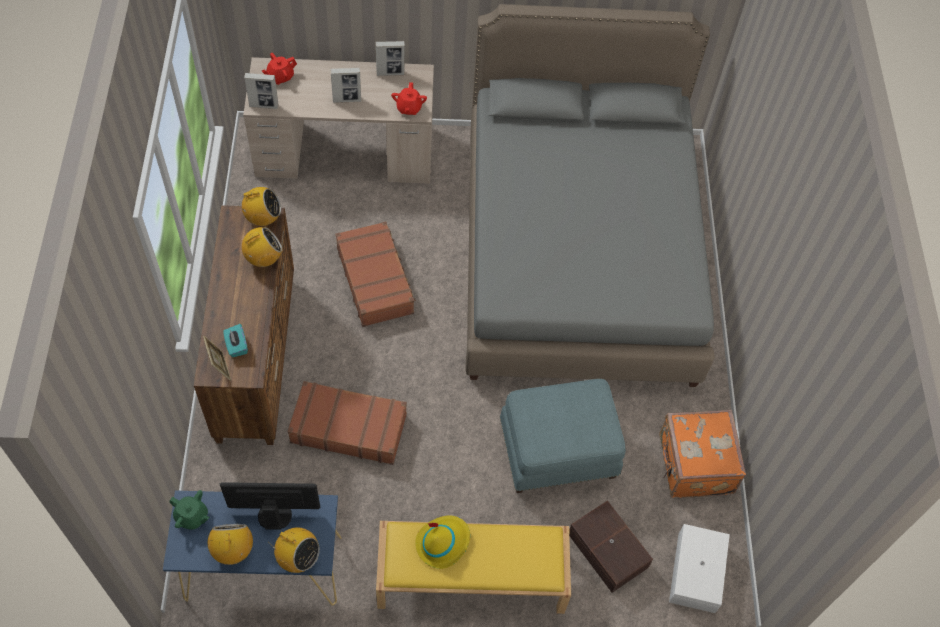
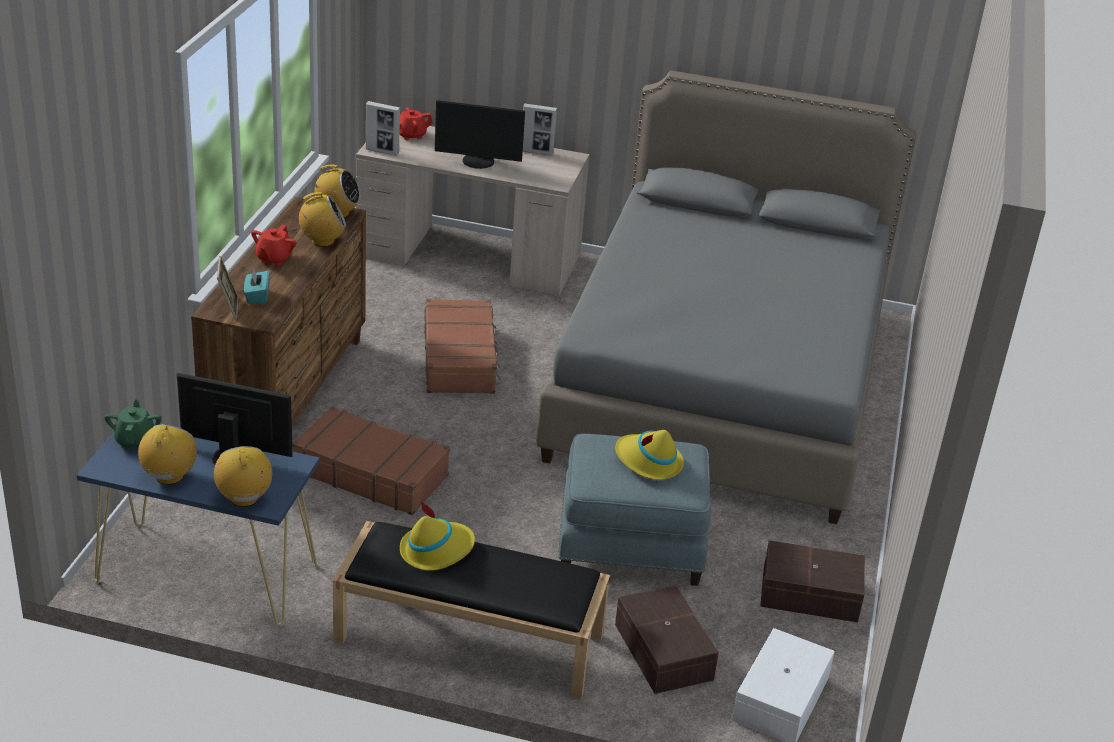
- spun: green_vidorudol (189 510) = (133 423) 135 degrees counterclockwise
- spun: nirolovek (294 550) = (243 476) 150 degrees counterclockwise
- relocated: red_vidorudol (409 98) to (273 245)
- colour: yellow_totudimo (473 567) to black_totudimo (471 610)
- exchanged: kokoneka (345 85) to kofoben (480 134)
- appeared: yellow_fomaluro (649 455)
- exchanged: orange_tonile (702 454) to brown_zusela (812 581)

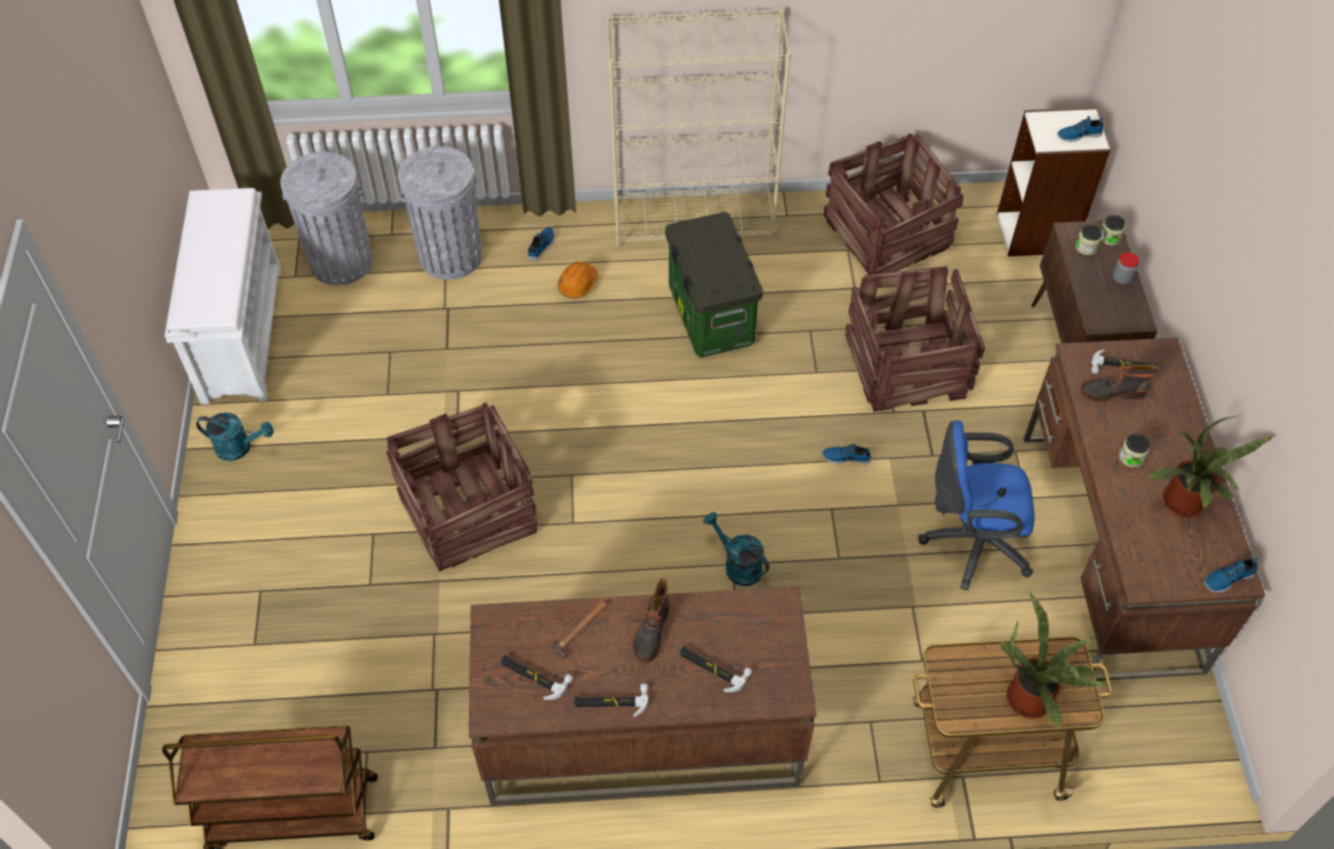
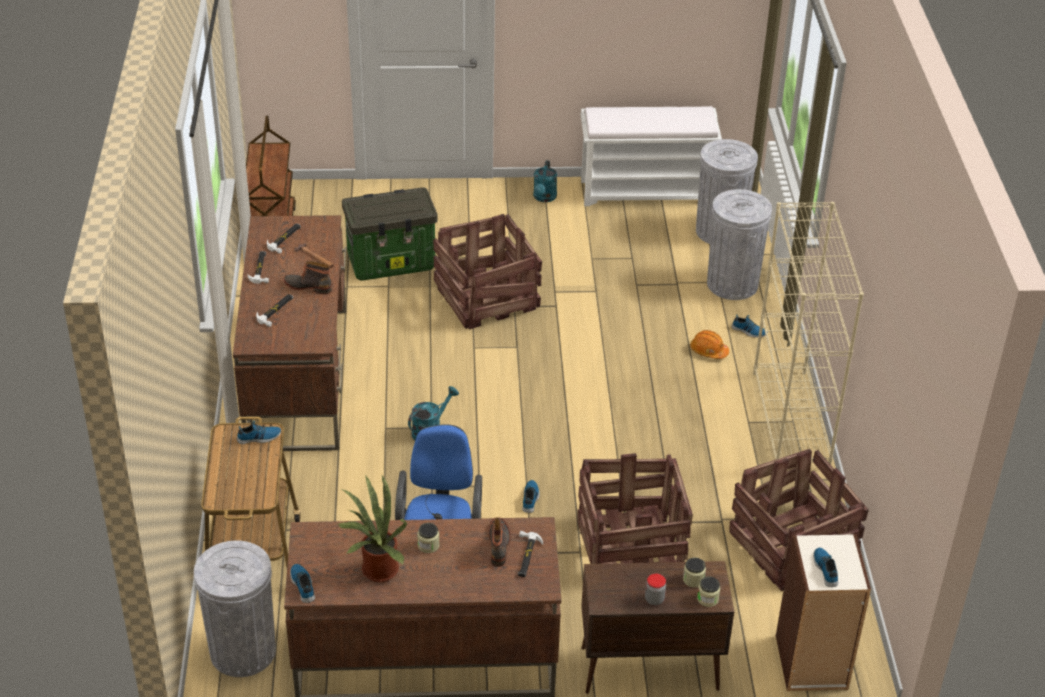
- appeared: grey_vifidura (235 609)
- appeared: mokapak (259 432)
- relocated: zusela (714 285) to (390 233)
- missing: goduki (1053 661)

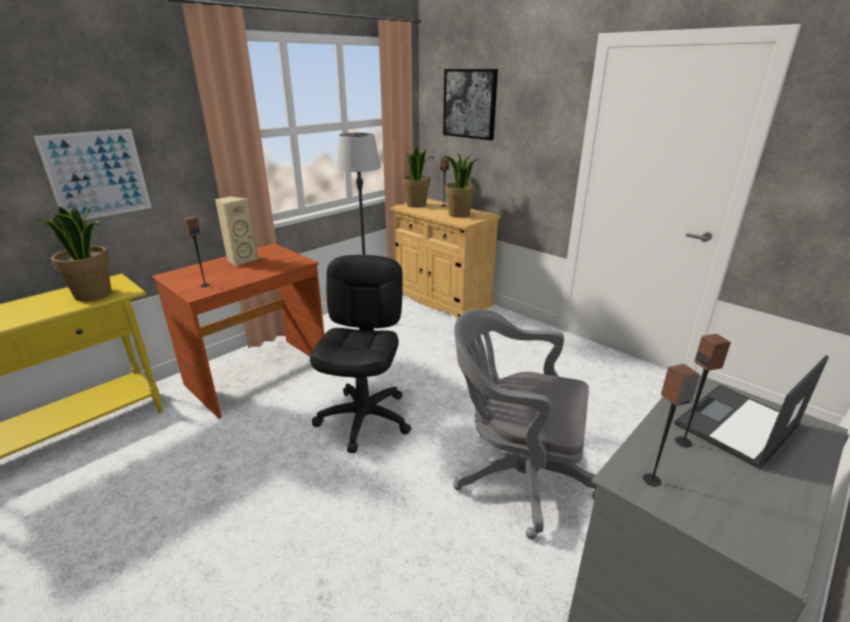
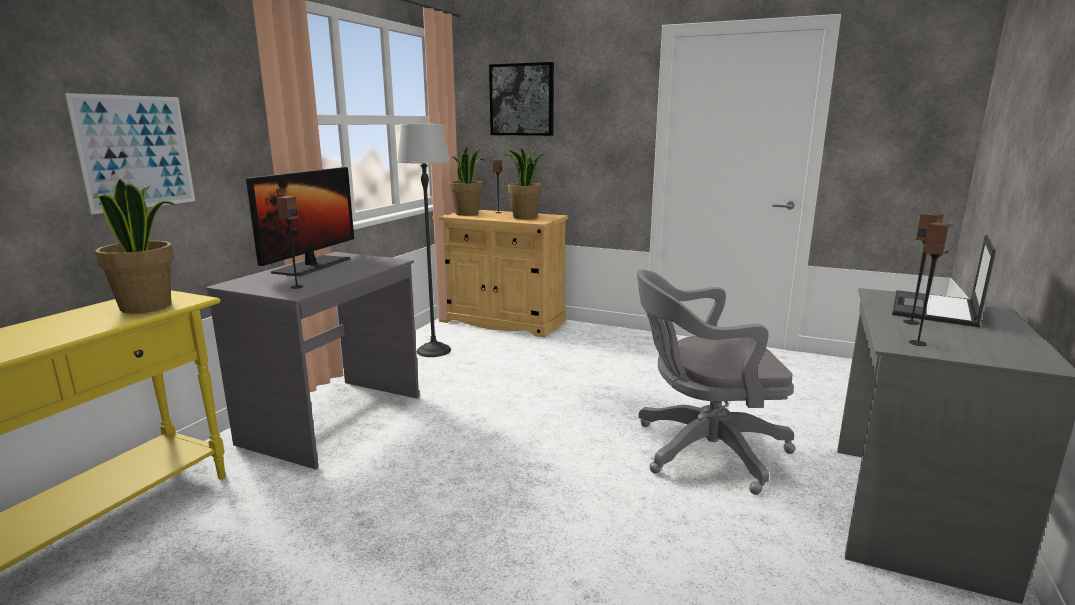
- colour: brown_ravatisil (238 331) to grey_ravatisil (312 360)
- exchanged: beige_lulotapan (237 231) to kofoben (300 221)
- missing: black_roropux (360 354)

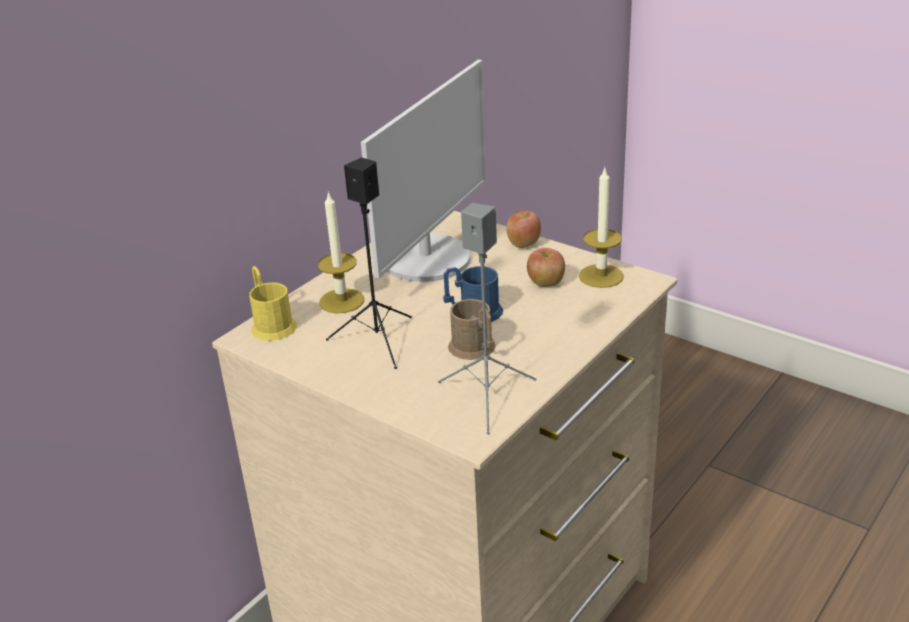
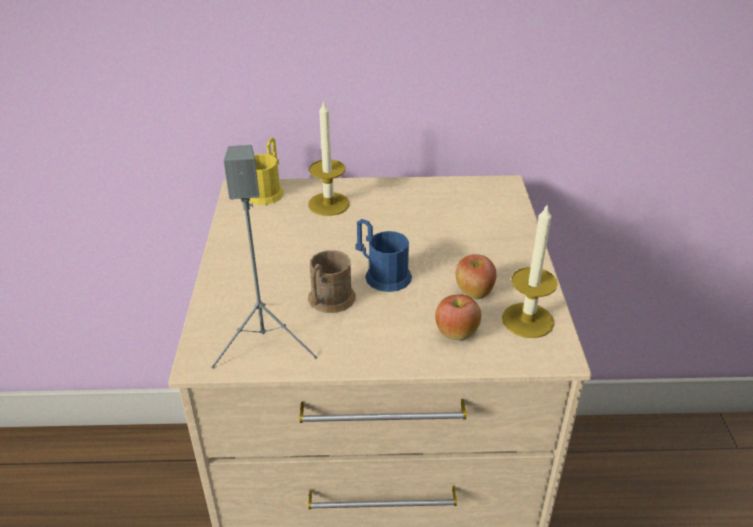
- relocated: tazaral (523 229) to (458 317)
- missing: black_lulotapan (369 263)
- missing: kofoben (424 170)

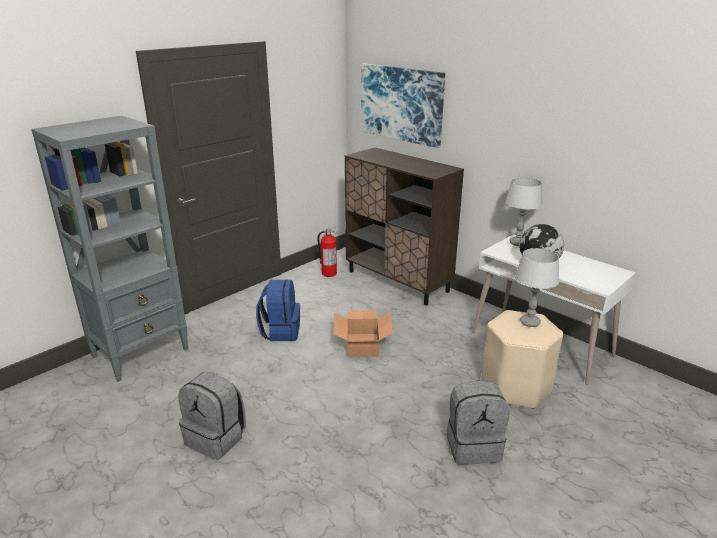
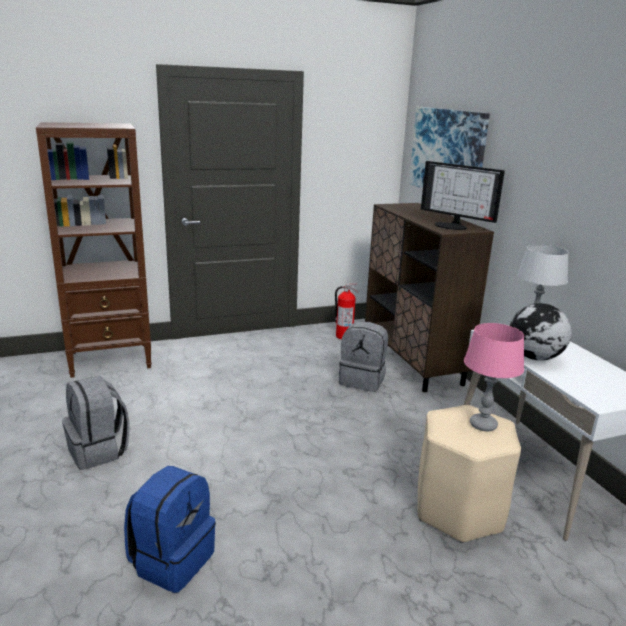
- colour: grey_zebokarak (110 248) to brown_zebokarak (94 250)
- relocated: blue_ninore (278 310) to (170 529)
- relocated: grey_ninore (478 423) to (363 357)
- appeared: kofoben (463 195)
- colour: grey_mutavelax (537 287) to pink_mutavelax (494 377)
- missing: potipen (363 333)

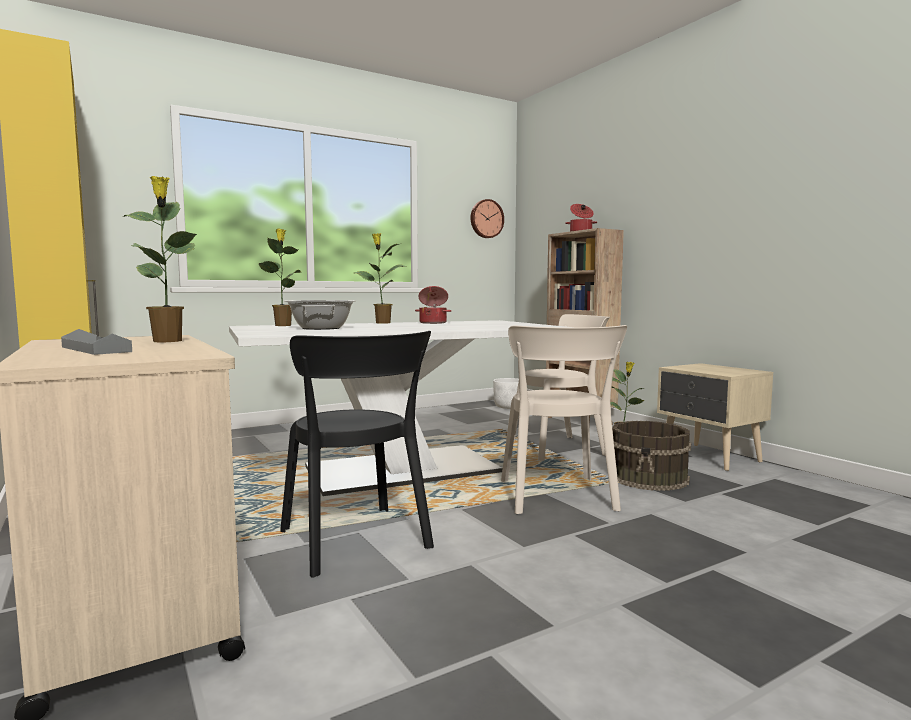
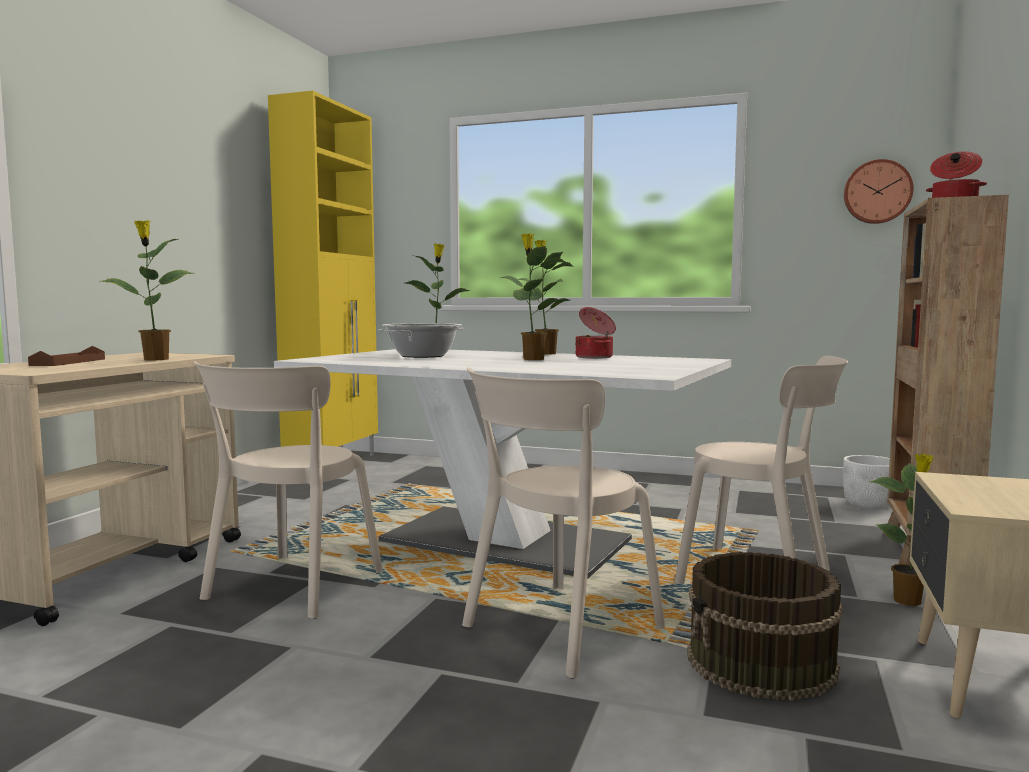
- colour: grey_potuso (96 342) to brown_potuso (66 356)
- colour: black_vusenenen (357 454) to beige_vusenenen (288 490)
- appeared: goduki (533 296)

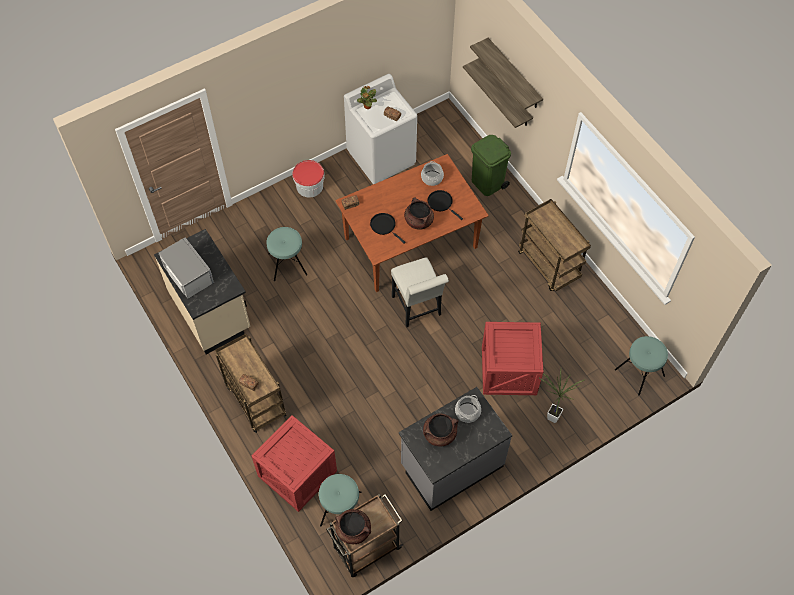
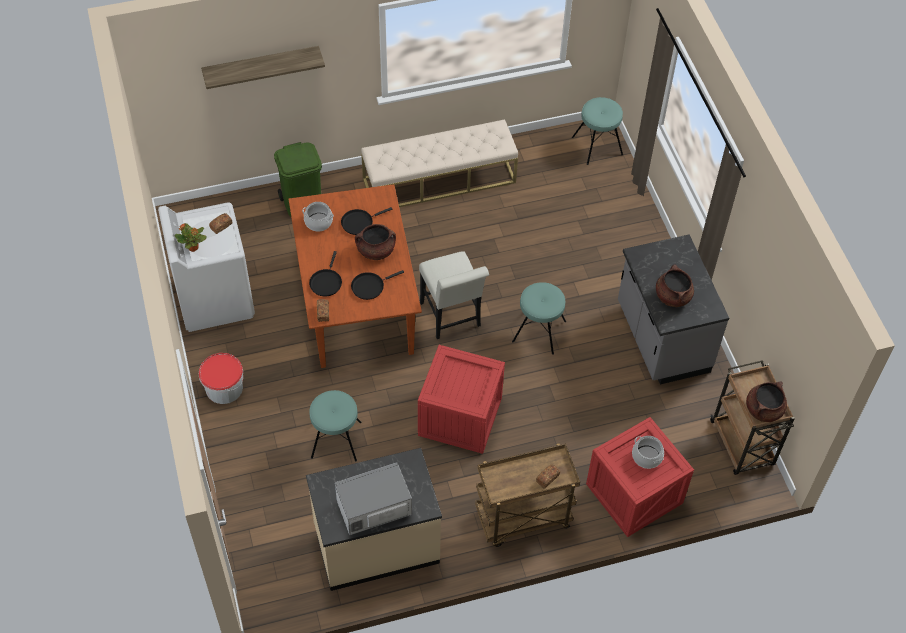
- appeared: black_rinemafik (325 273)
- exchanged: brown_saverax (554 245) to beige_totudimo (439 163)
- relocated: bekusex (512 358) to (461 399)
- spun: white_vusenenen (420 292) = (454 295) 75 degrees clockwise
- relocated: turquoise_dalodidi (340 500) to (539 318)
- relocated: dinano (468 409) to (648 452)
- missing: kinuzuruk (498 93)
- missing: goduki (562 395)

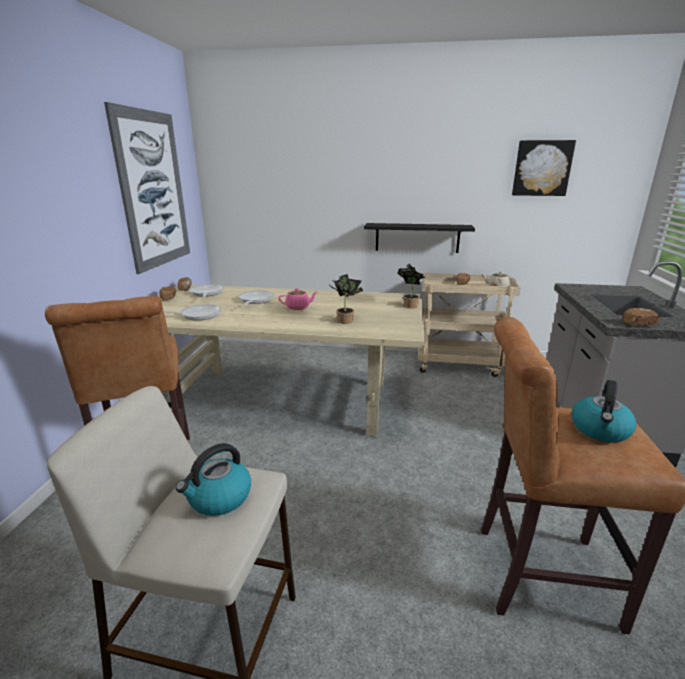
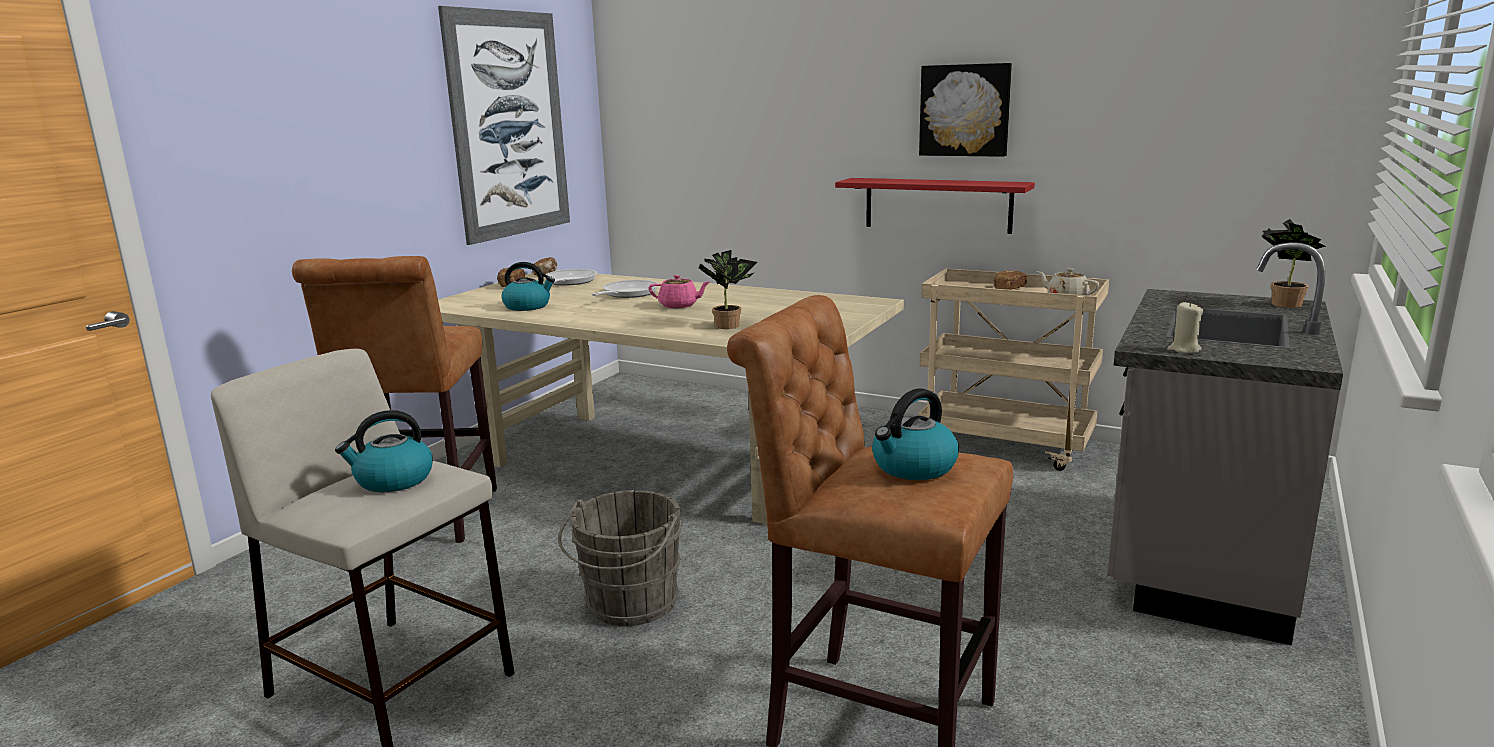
- exchanged: rinemafik (192 312) to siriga (528 286)
- appeared: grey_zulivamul (620 558)
- colour: black_kinuzuruk (419 238) to red_kinuzuruk (935 206)
- relocated: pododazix (544 168) to (965 110)
- exchanged: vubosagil (641 316) to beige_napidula (1185 327)
- relocated: goduki (411 285) to (1293 263)

